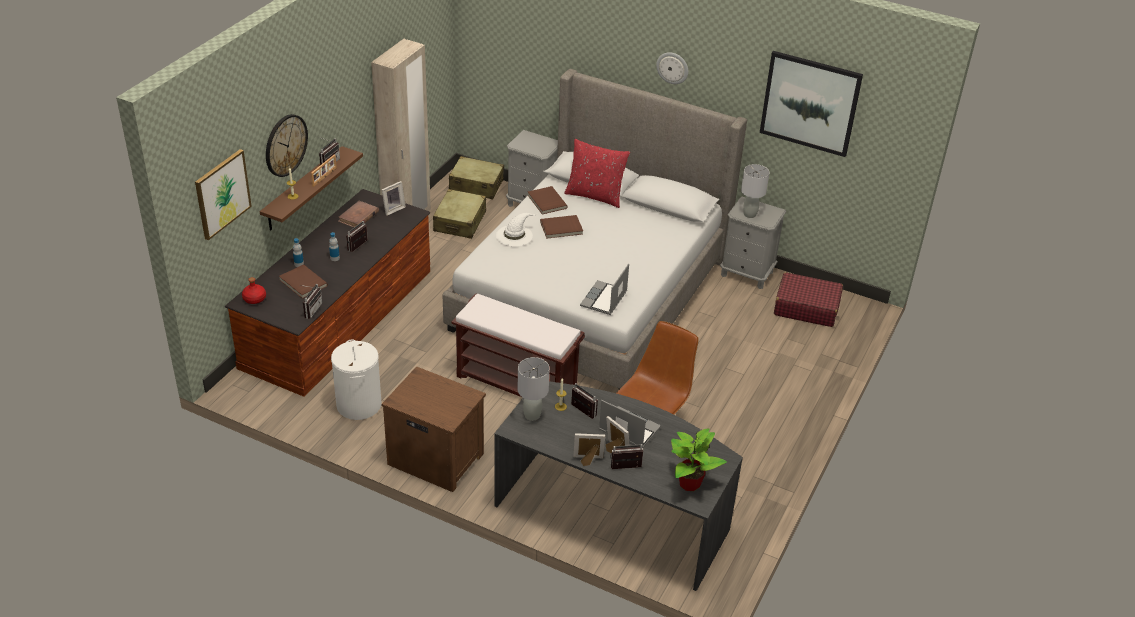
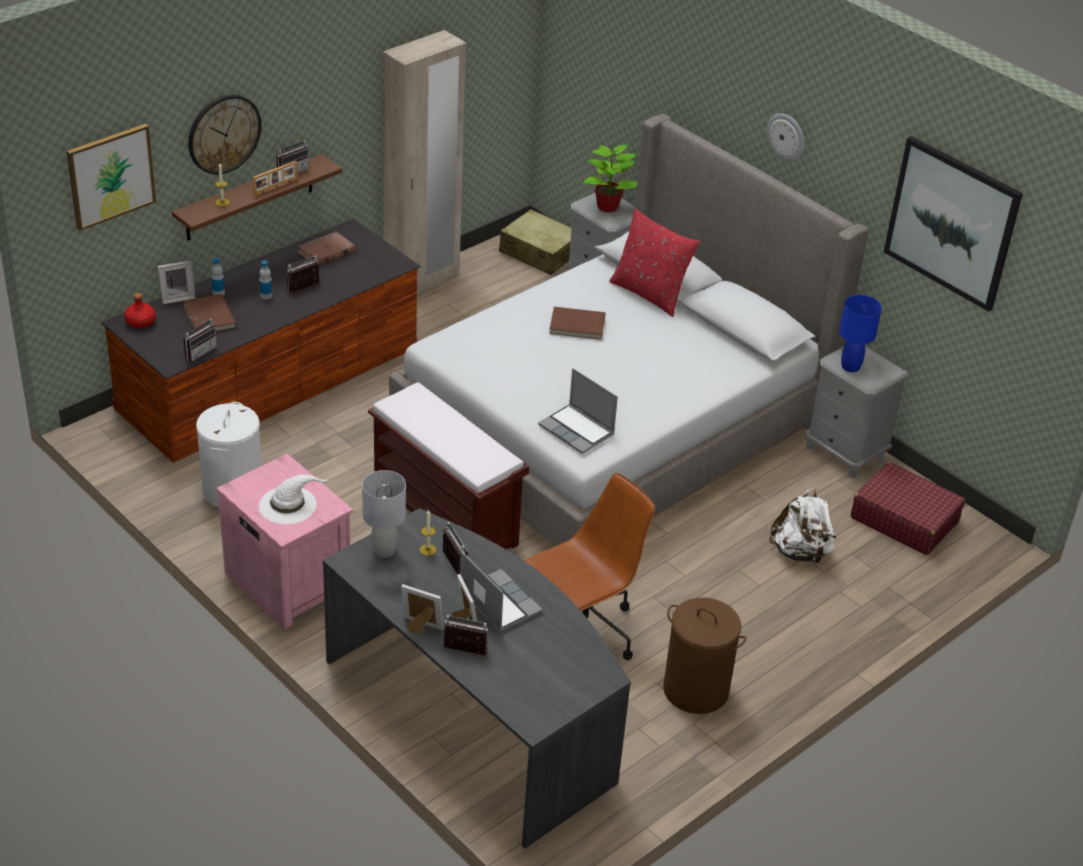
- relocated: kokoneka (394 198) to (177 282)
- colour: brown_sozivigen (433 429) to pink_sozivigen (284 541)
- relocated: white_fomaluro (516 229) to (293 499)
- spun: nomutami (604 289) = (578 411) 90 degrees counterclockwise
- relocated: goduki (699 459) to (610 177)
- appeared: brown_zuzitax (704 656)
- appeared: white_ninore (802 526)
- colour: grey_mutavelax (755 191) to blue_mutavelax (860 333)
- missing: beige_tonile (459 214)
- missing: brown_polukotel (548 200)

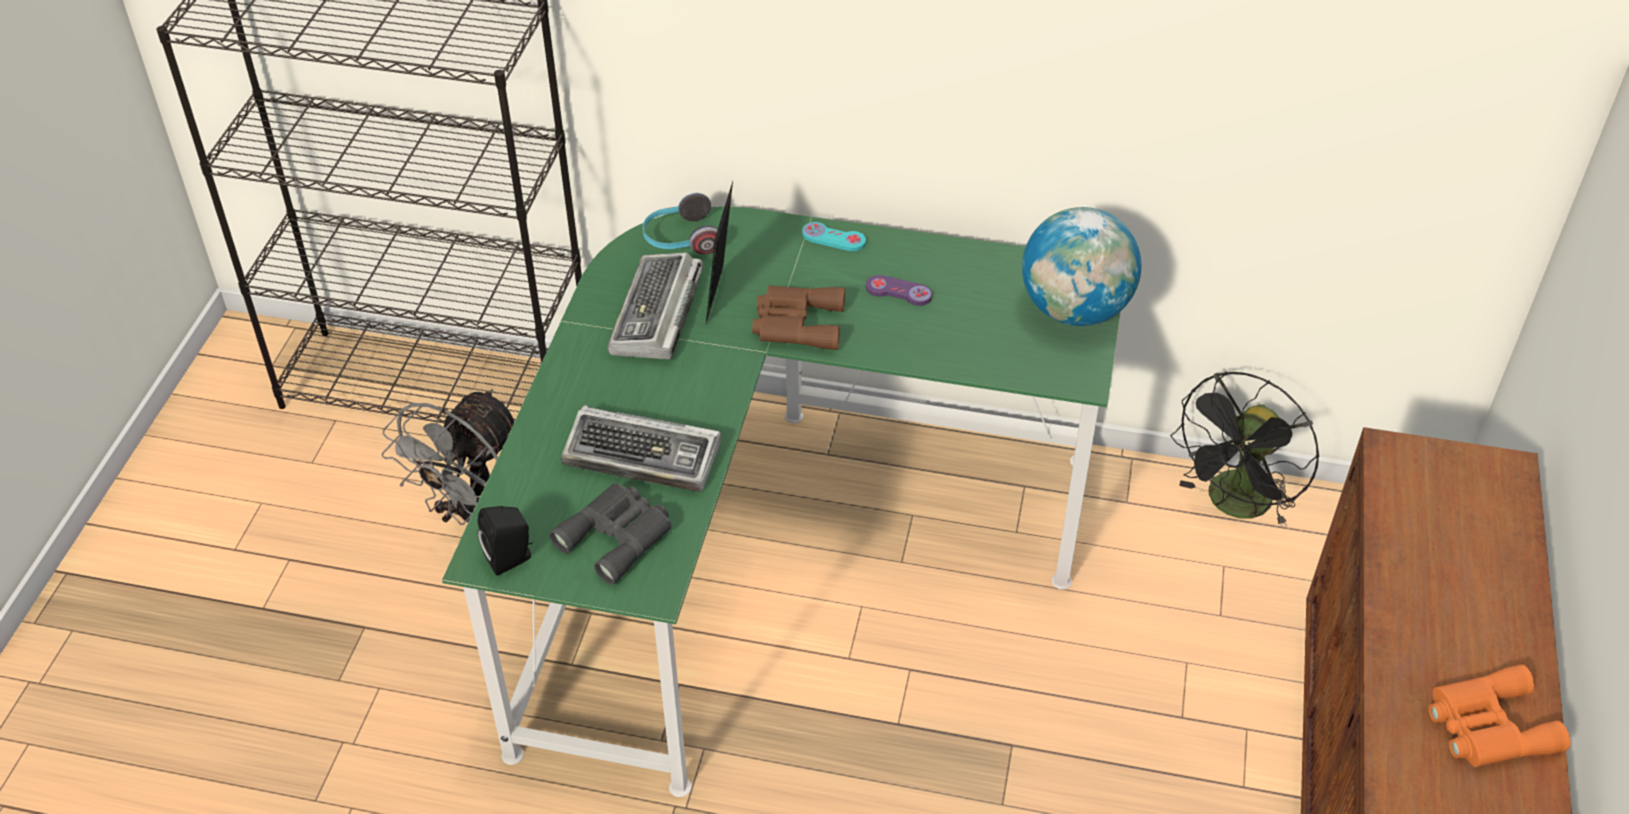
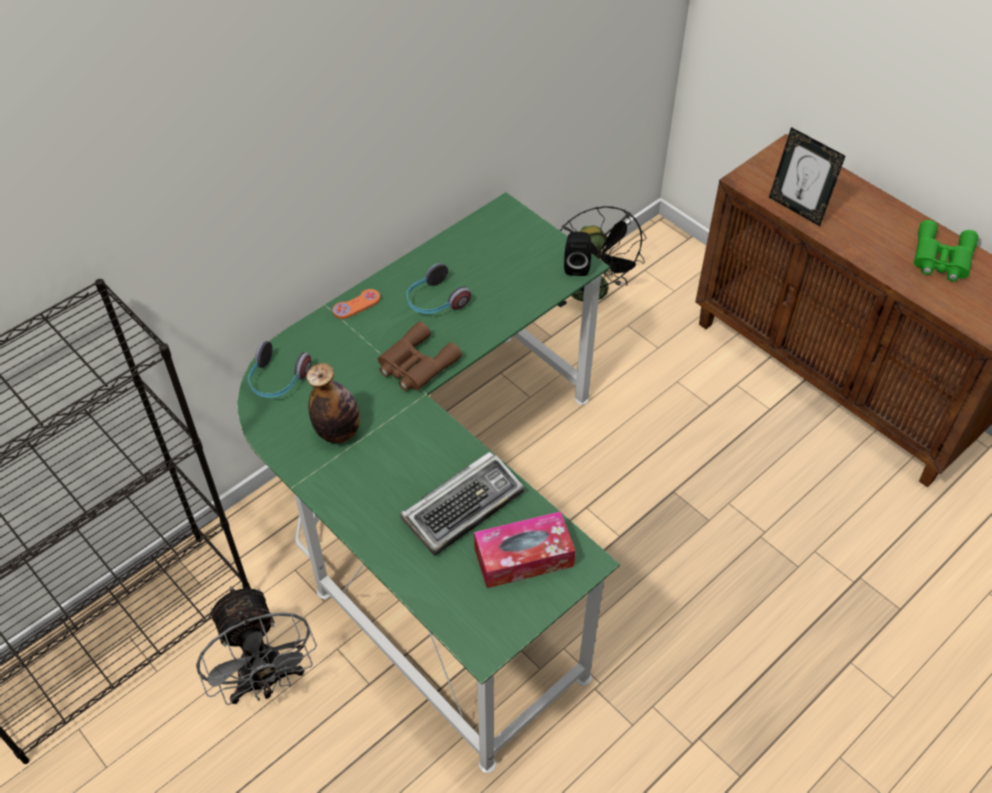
- exchanged: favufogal (655 305) to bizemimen (333 403)
- colour: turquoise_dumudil (834 236) to orange_dumudil (356 304)
- exchanged: purple_dumudil (899 290) to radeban (439 288)
- exchanged: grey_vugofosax (610 534) to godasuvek (525 549)
- relocated: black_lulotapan (504 541) to (578 254)
- relocated: kokoneka (719 252) to (807 176)
- colour: orange_vugofosax (1499 716) to green_vugofosax (946 250)
- missing: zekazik (1081 266)

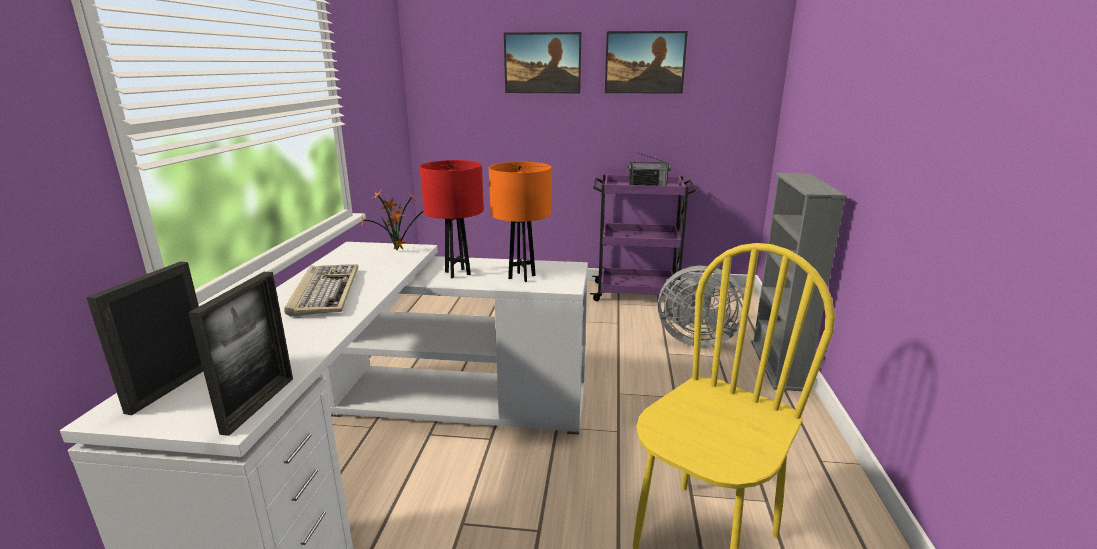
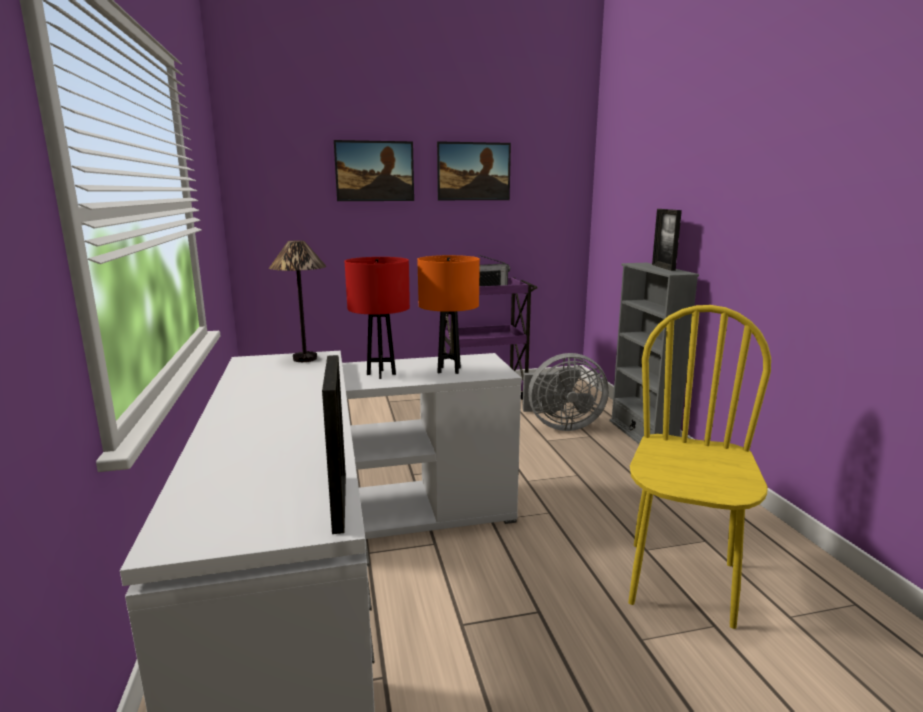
- exchanged: goduki (392 219) to mutavelax (297 301)
- relocated: kokoneka (144 338) to (667 240)
- missing: favufogal (321 290)

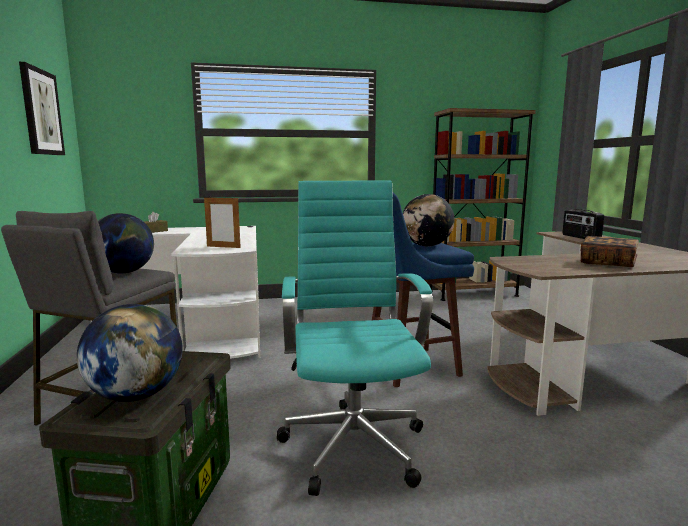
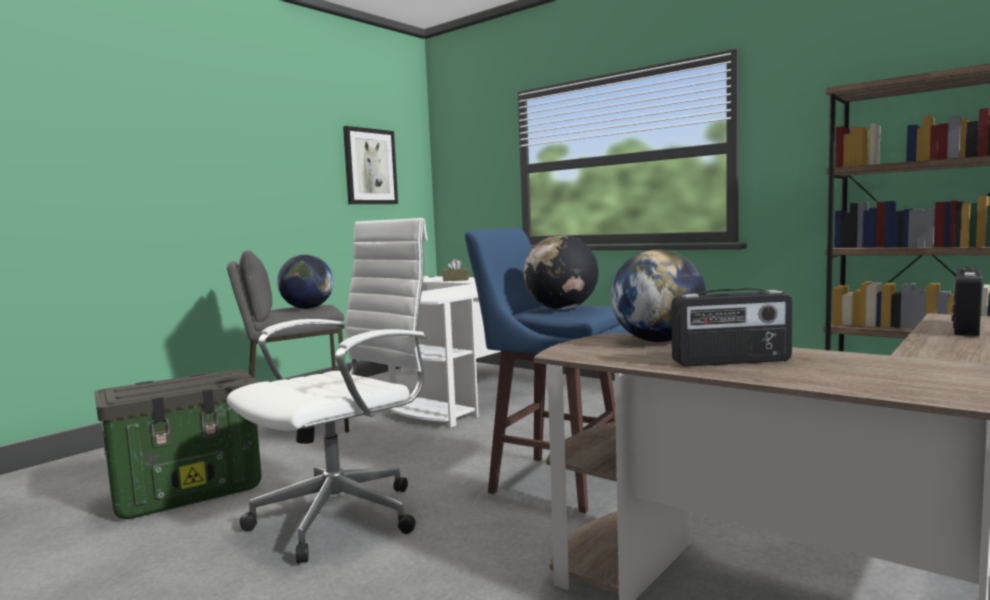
- colour: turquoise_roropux (355 338) to white_roropux (327 390)
- relocated: zekazik (130 353) to (658 295)
- exchanged: polukotel (610 251) to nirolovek (732 327)
- missing: kokoneka (222 222)

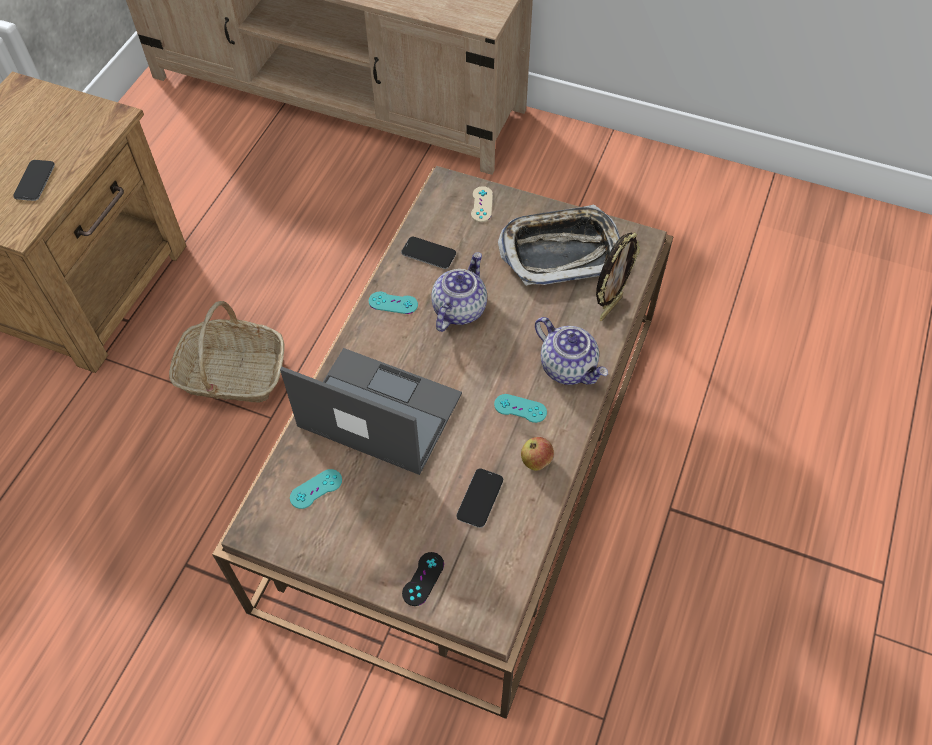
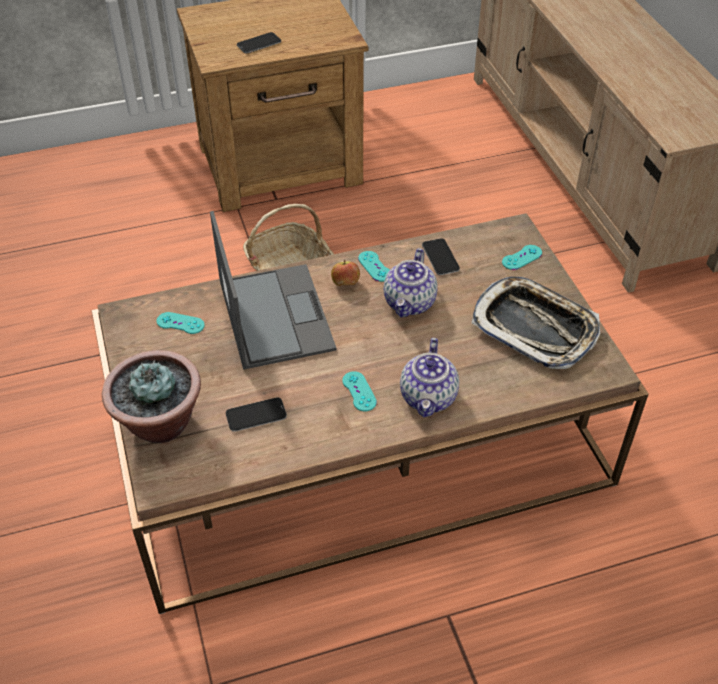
- exchanged: black_dumudil (423 579) to goduki (151 396)
- relocated: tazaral (537 454) to (345 273)
- spun: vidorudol (459 292) = (411 282) 120 degrees clockwise
- colour: beige_dumudil (482 204) to turquoise_dumudil (522 257)
- missing: kokoneka (618 276)

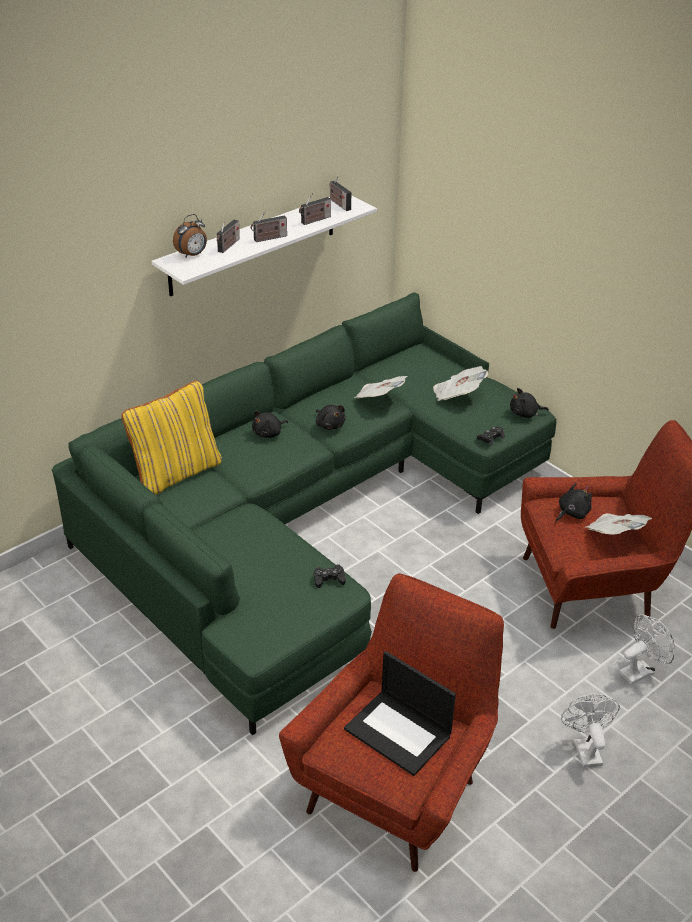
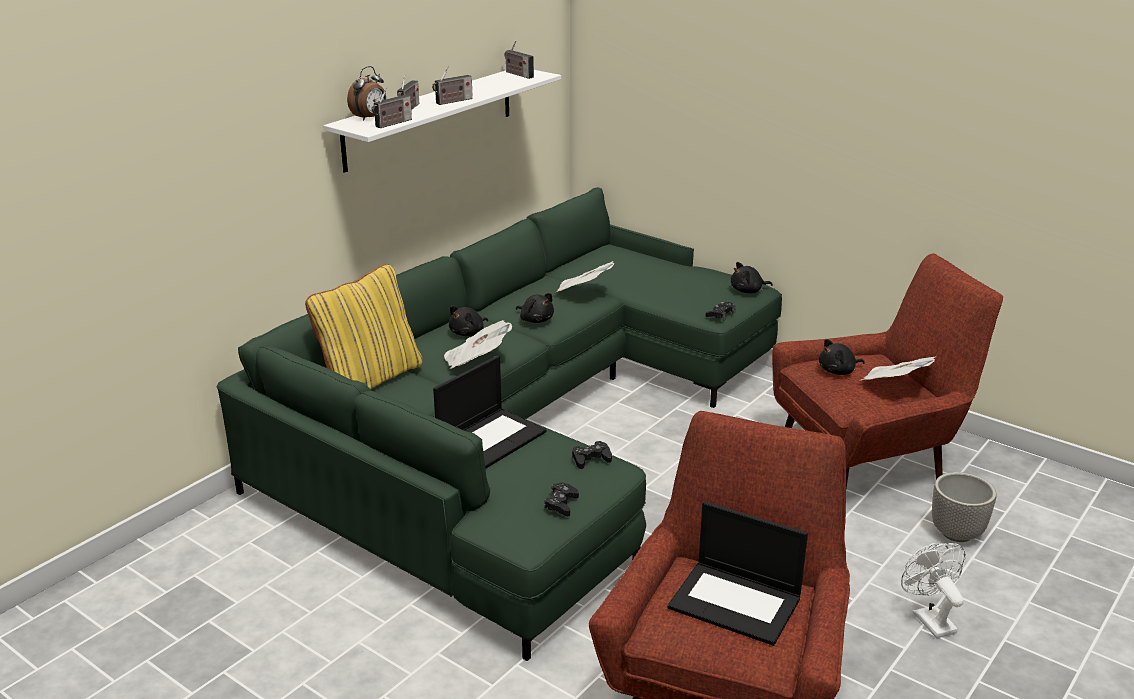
- relocated: nirolovek (315 209) to (392 107)
- appeared: nomutami (490 411)
- relocated: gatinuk (460 383) to (478 344)
- appeared: black_dumudil (561 499)
- spun: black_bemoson (573 502) = (842 357) 150 degrees counterclockwise
- exchanged: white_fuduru (646 649) to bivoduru (964 507)

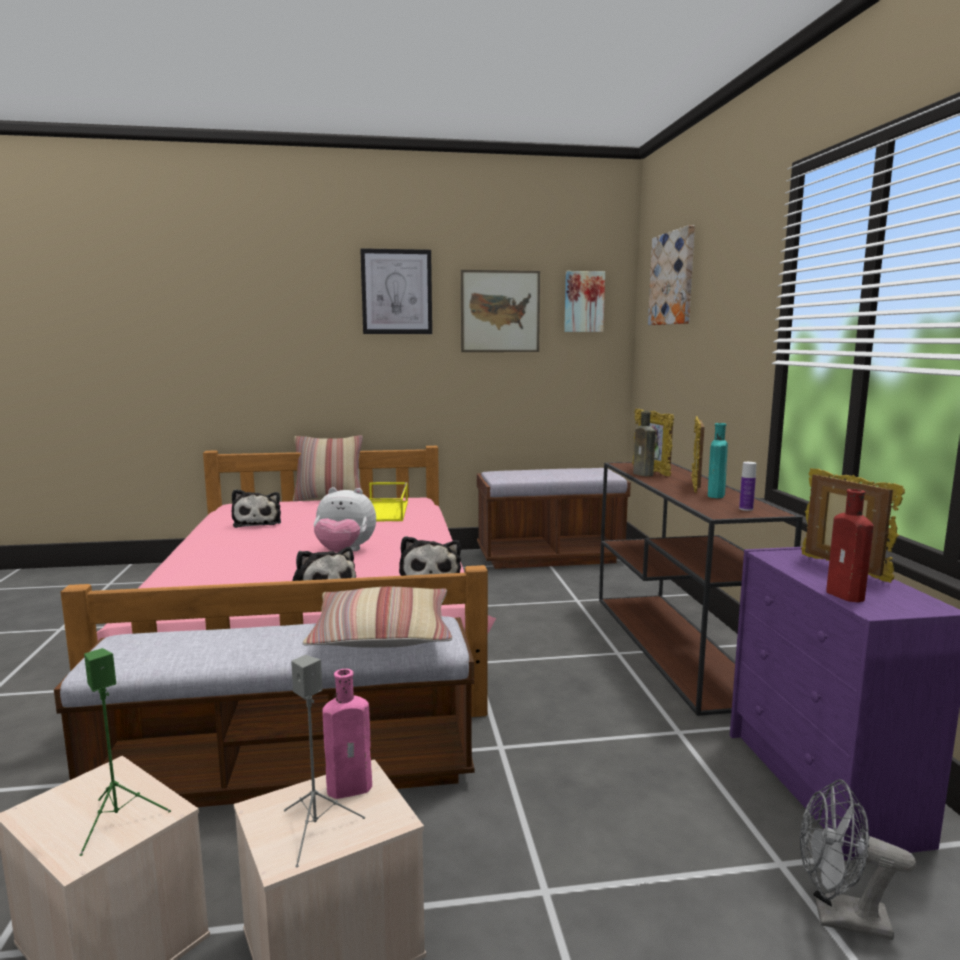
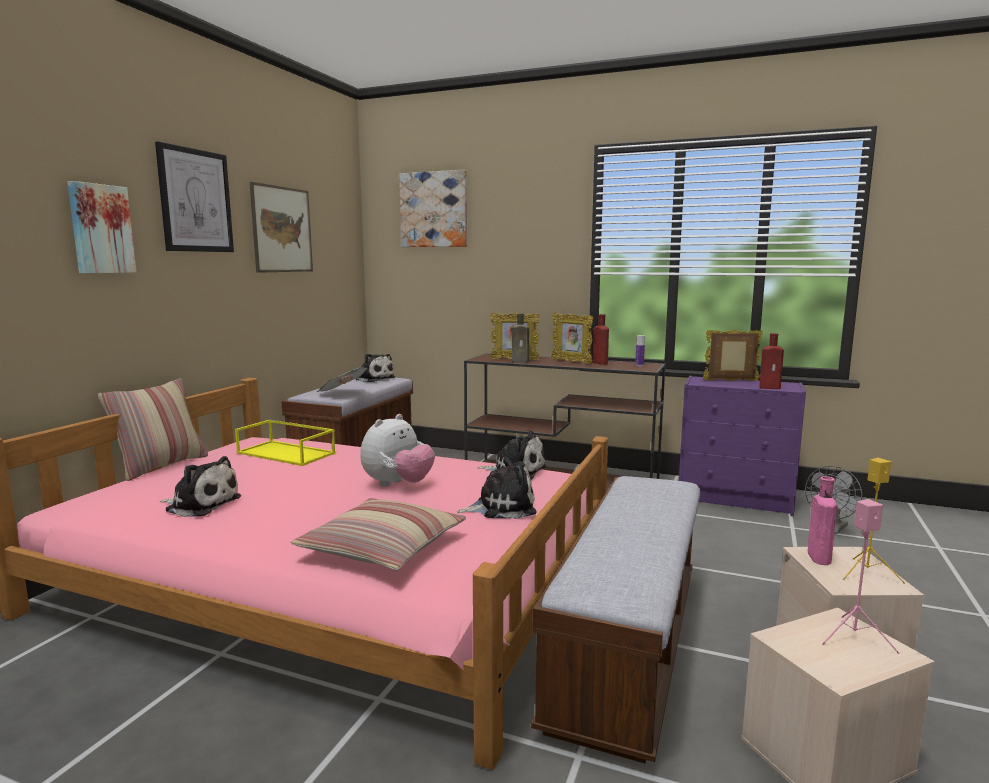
- relocated: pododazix (584 301) to (101 227)
- relocated: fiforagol (377 617) to (378 534)
- appeared: gatinuk (342 379)
- appeared: bemoson (375 367)
- colour: turquoise_bizemimen (718 460) to red_bizemimen (601 339)
- colour: green_lulotapan (125 752) to pink_lulotapan (861 576)
- colour: grey_lulotapan (324 761) to yellow_lulotapan (874 521)

